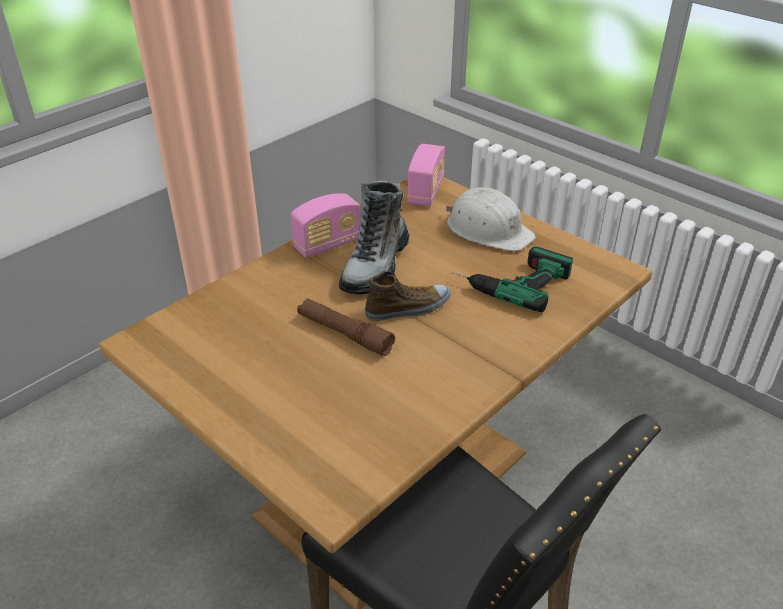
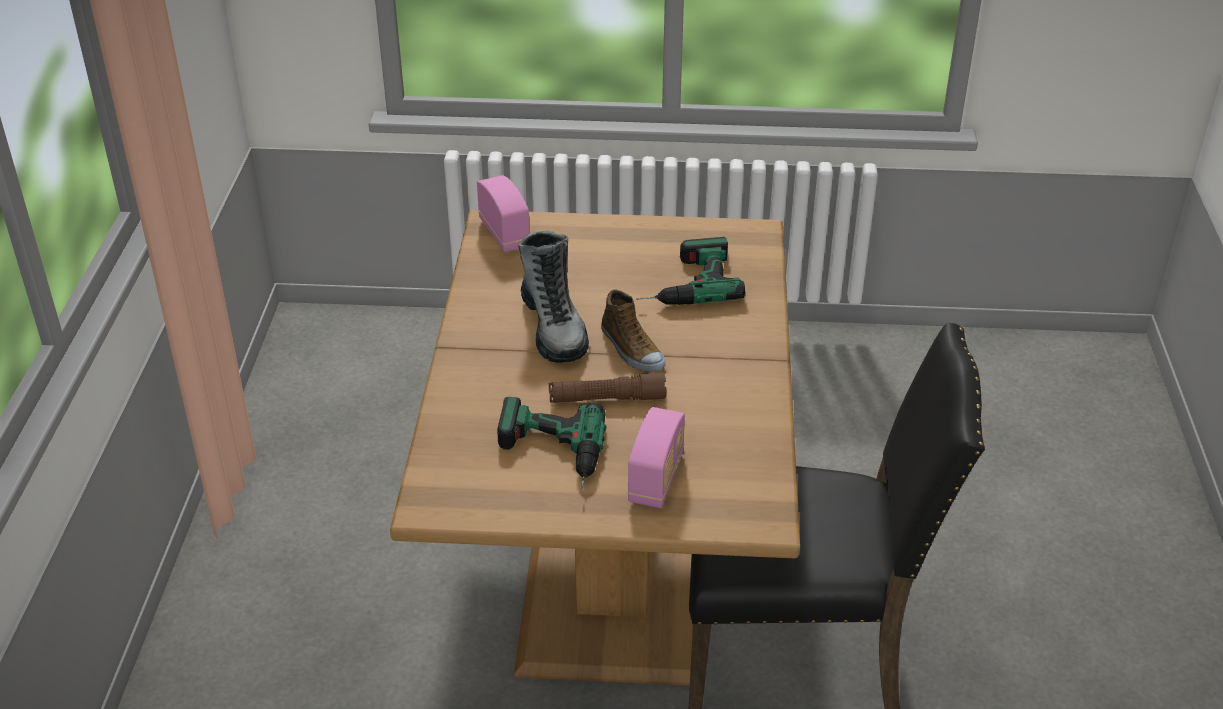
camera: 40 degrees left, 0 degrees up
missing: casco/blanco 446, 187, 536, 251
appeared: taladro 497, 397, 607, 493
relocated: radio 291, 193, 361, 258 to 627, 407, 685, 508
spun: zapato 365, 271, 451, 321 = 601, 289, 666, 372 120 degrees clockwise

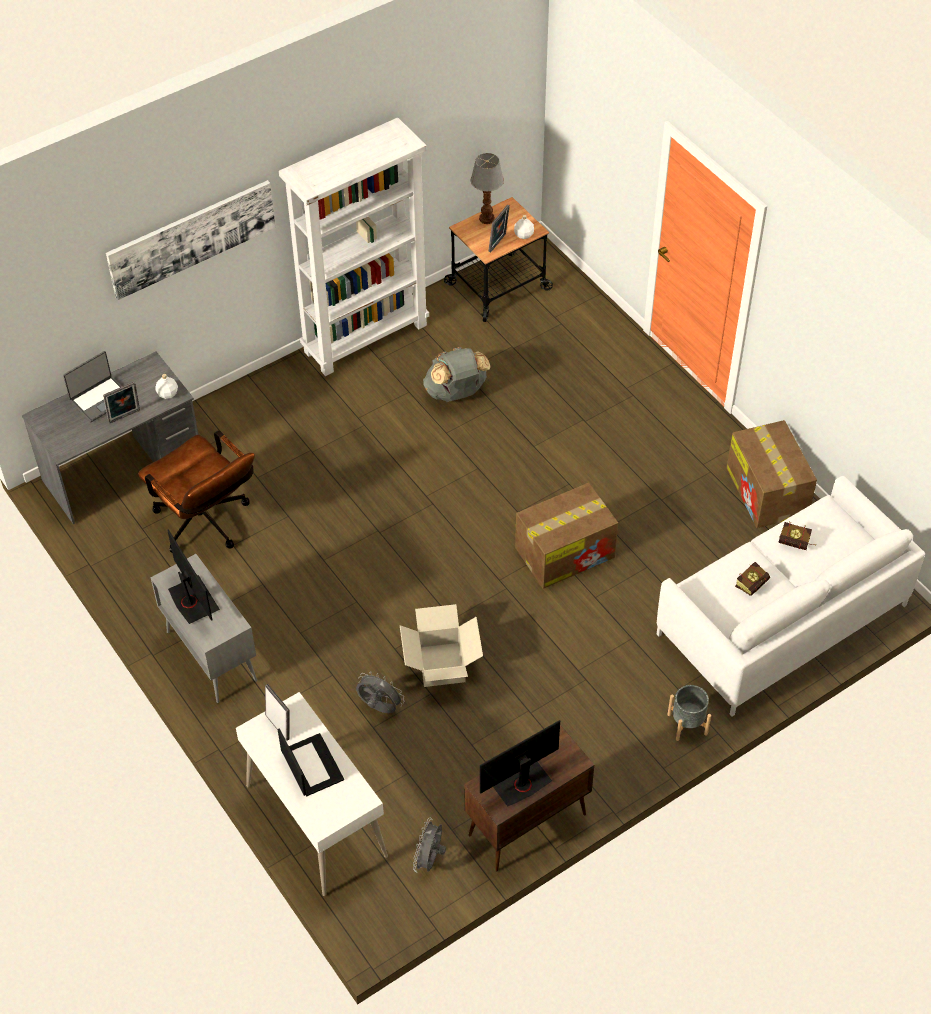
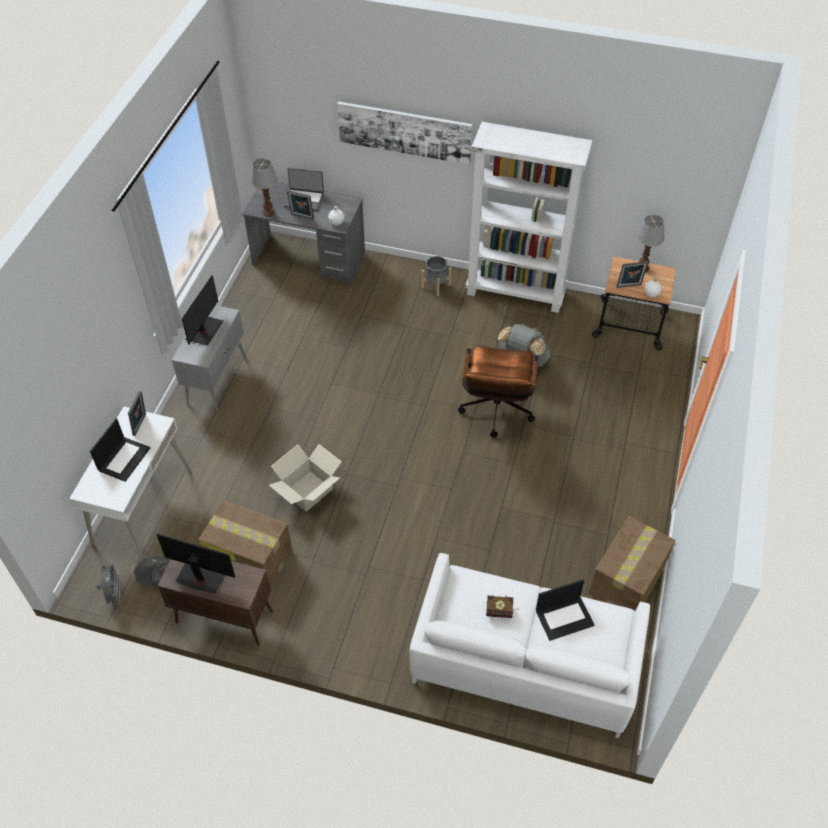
camera: 50 degrees right, 0 degrees up
appeared: lámpara de mesa 251, 158, 278, 217
relocated: silla de oficina/marrón 138, 430, 255, 553 to 458, 346, 538, 438; ventilador/gris 356, 671, 404, 713 to 97, 562, 122, 605; caja de cartón 515, 483, 618, 589 to 198, 500, 292, 588; maceta/gris 667, 685, 711, 741 to 422, 256, 451, 296
exchanged: libro 779, 521, 815, 550 to portátil 536, 579, 595, 641

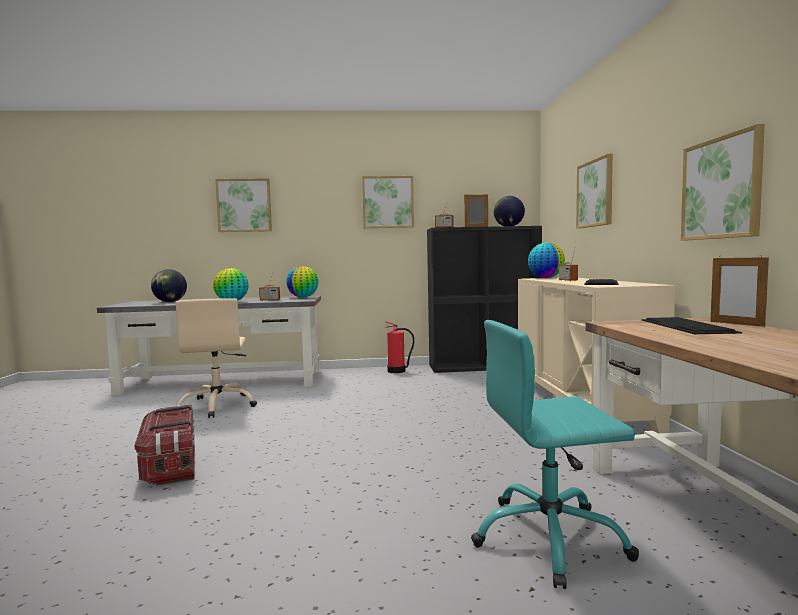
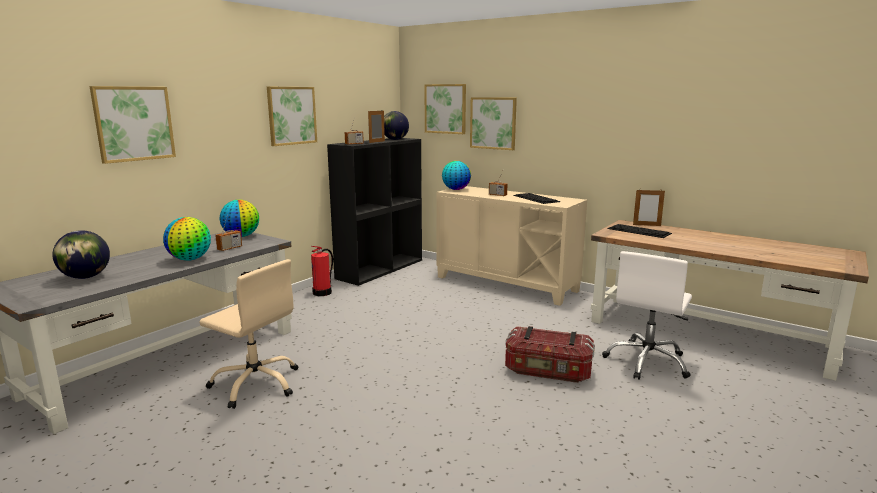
camera: 50 degrees left, 10 degrees up
relocated: caja de almacenaje 135, 405, 195, 486 to 505, 326, 595, 383; cuadro 681, 124, 765, 241 to 424, 84, 466, 134
colour: silla de oficina/turquesa 471, 320, 639, 589 to silla de oficina/blanco 602, 251, 692, 380

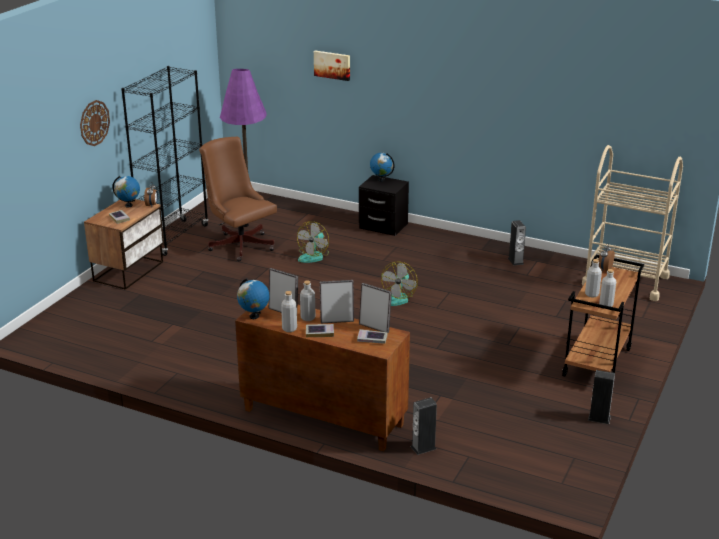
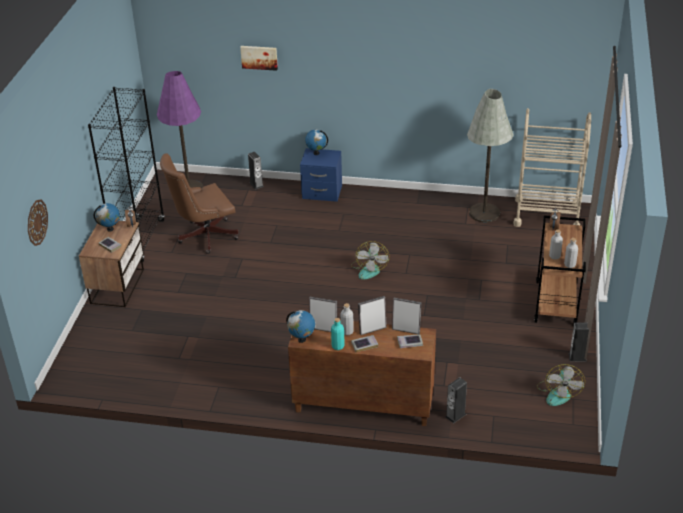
camera: 15 degrees left, 10 degrees up
appeared: lámpara de pie/gris 467, 89, 514, 222
relocated: reloj de pared 80, 100, 110, 146 to 28, 199, 48, 246; ventilador 297, 221, 329, 263 to 537, 364, 585, 406; altavoz 508, 220, 526, 266 to 248, 152, 264, 190
colour: botella/gris 281, 291, 297, 332 to botella/turquesa 331, 318, 345, 350; mesita de noche/negro 359, 175, 409, 236 to mesita de noche/azul 300, 148, 342, 202
spun: silla de oficina/marrón 199, 137, 277, 261 = 160, 153, 239, 254 60 degrees counterclockwise

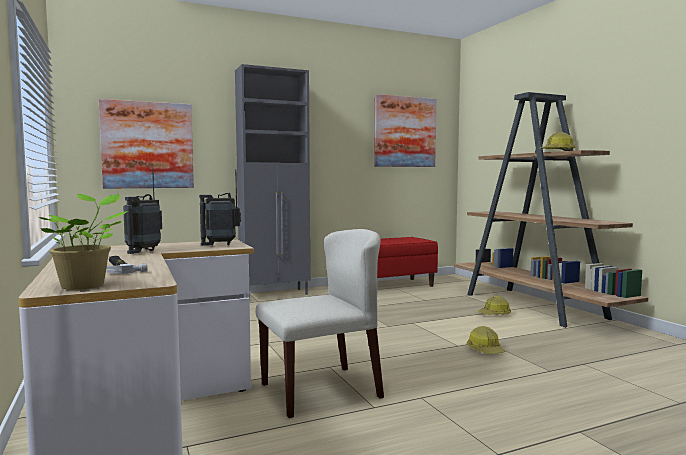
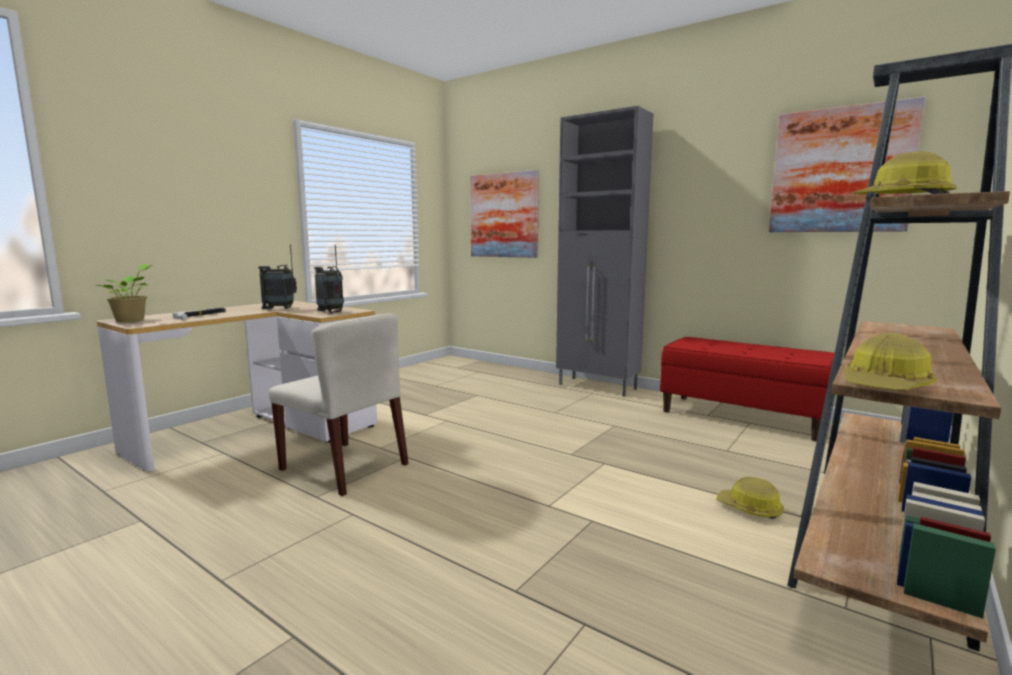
camera: 60 degrees right, 5 degrees up
relocated: casco 467, 326, 504, 354 to 844, 333, 937, 390

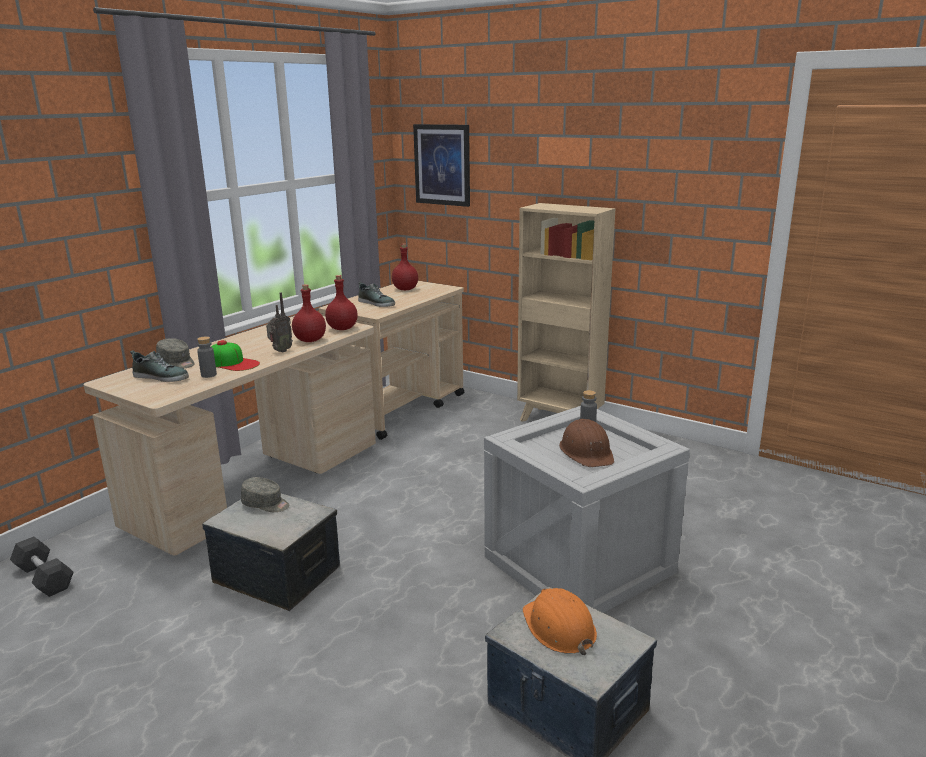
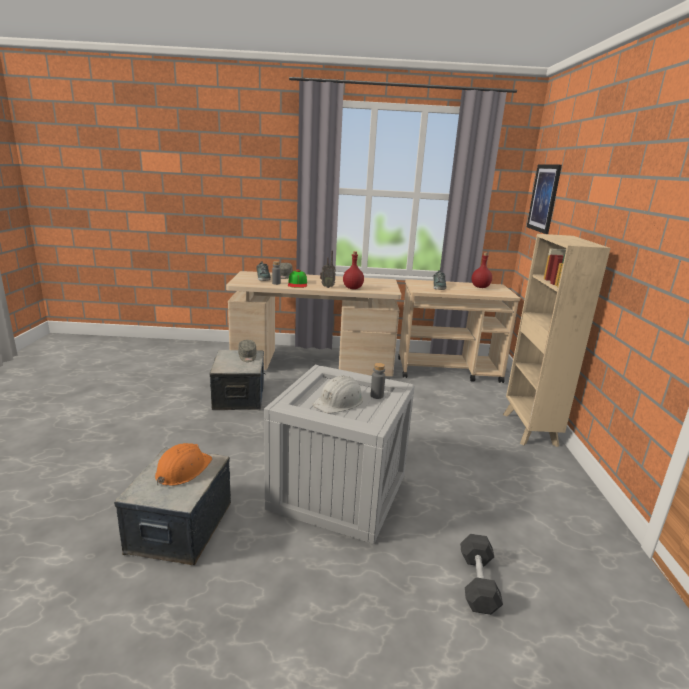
camera: 55 degrees right, 0 degrees up
missing: botella/rojo 325, 275, 358, 330
relocated: mancuerna/gris 10, 536, 74, 597 to 460, 534, 503, 615
colour: casco/marrón 559, 419, 614, 467 to casco/blanco 312, 375, 363, 414

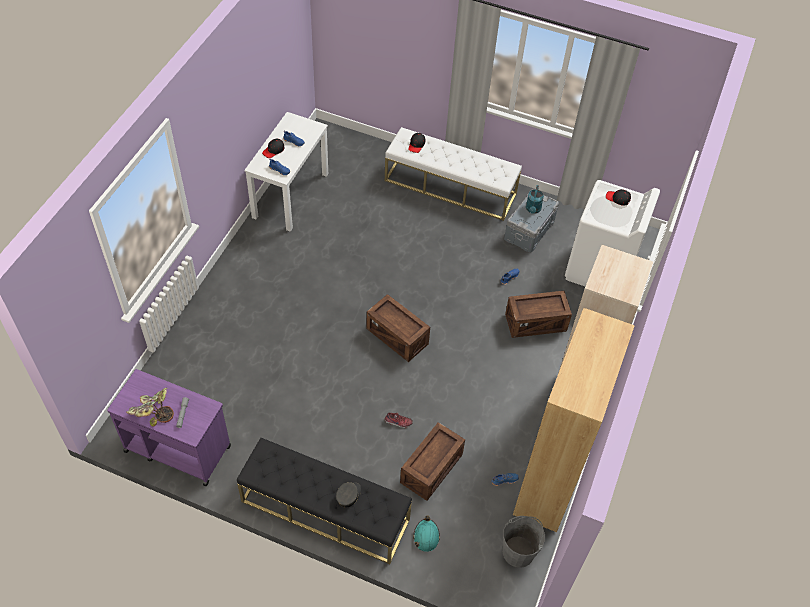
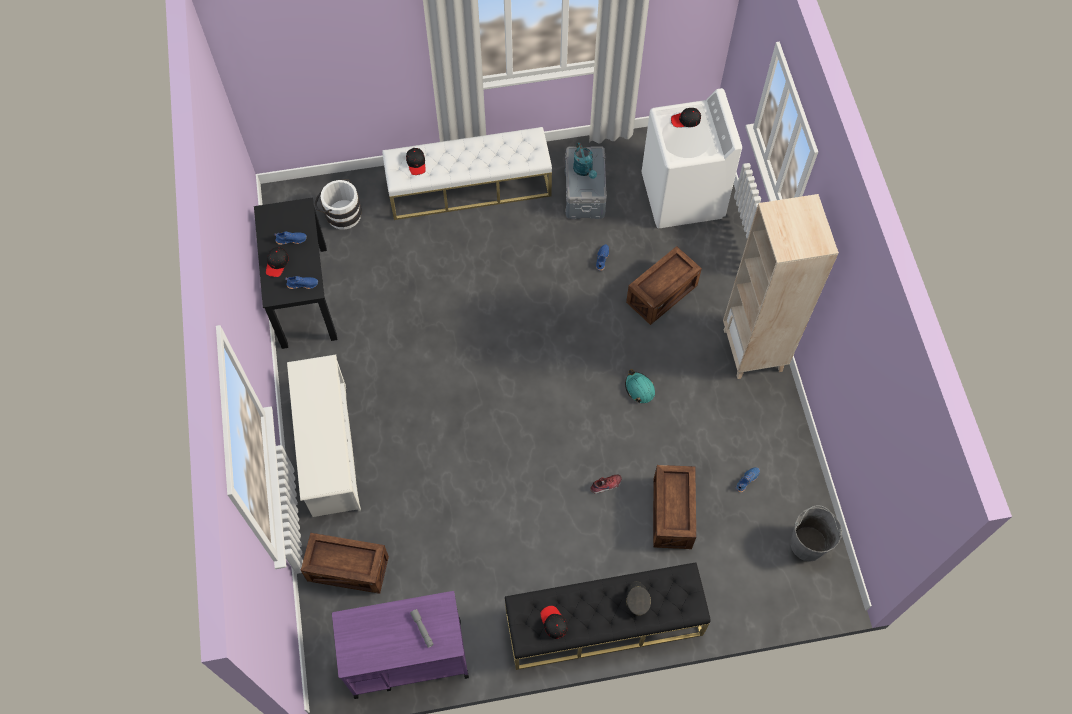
camera: 30 degrees left, 10 degrees up
missing: planta en maceta 126, 388, 174, 427; estantería/marrón 513, 308, 635, 532
appeared: zapatero/blanco 287, 355, 361, 517; cubo/blanco 314, 179, 362, 230; gorra/negro 540, 606, 568, 639
relocated: caja de embalaje 367, 294, 430, 362 to 300, 533, 389, 594; casco/turquesa 413, 515, 440, 552 to 625, 369, 655, 403
colour: escritorio/blanco 244, 112, 328, 232 to escritorio/negro 254, 198, 337, 349

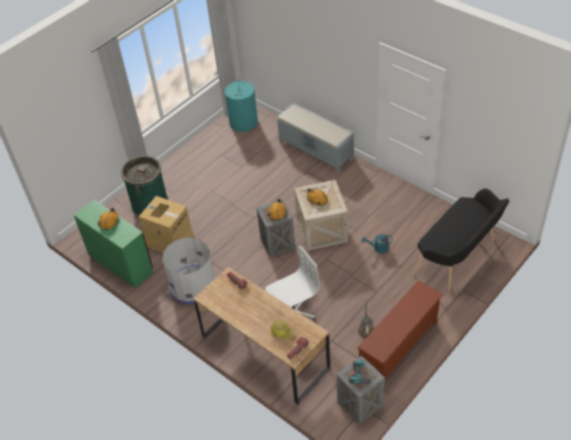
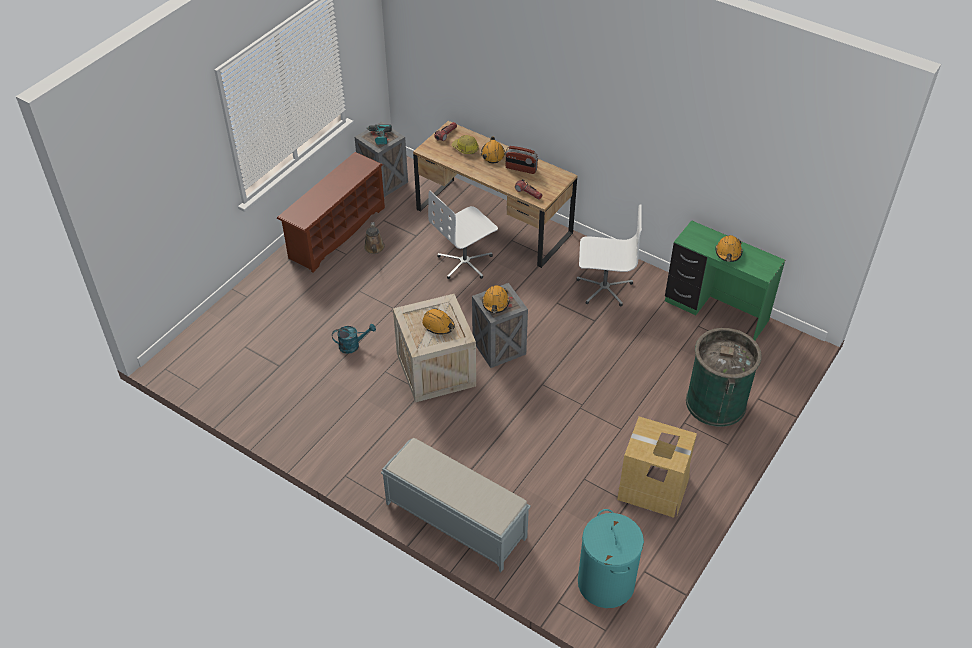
camera: 170 degrees right, 0 degrees up
missing: banco/negro 413, 188, 509, 292
appeared: casco/naranja 481, 136, 505, 163; radio 505, 146, 538, 174
relocated: caja de cartón 139, 196, 194, 253 to 617, 416, 697, 518
exchanged: papelera/gris 162, 238, 216, 304 to silla de oficina/blanco 576, 204, 642, 307

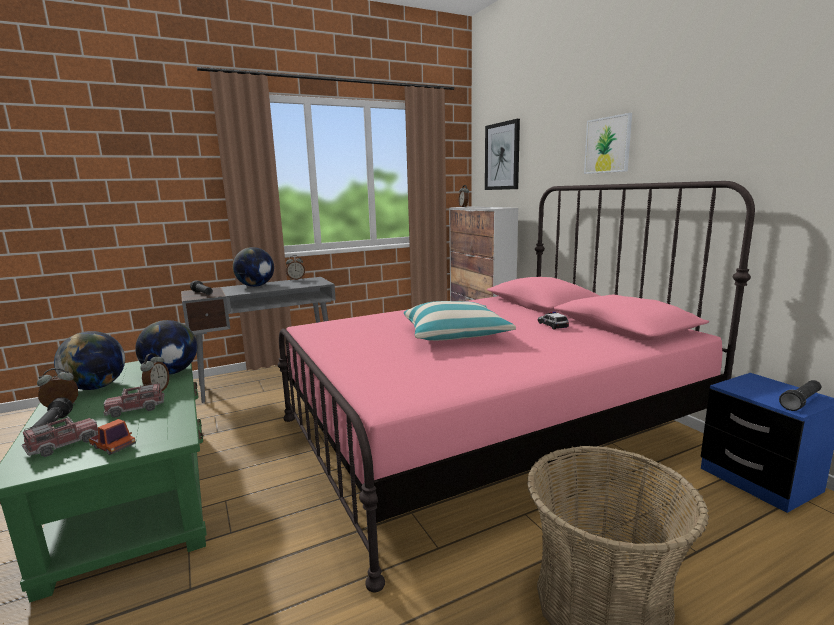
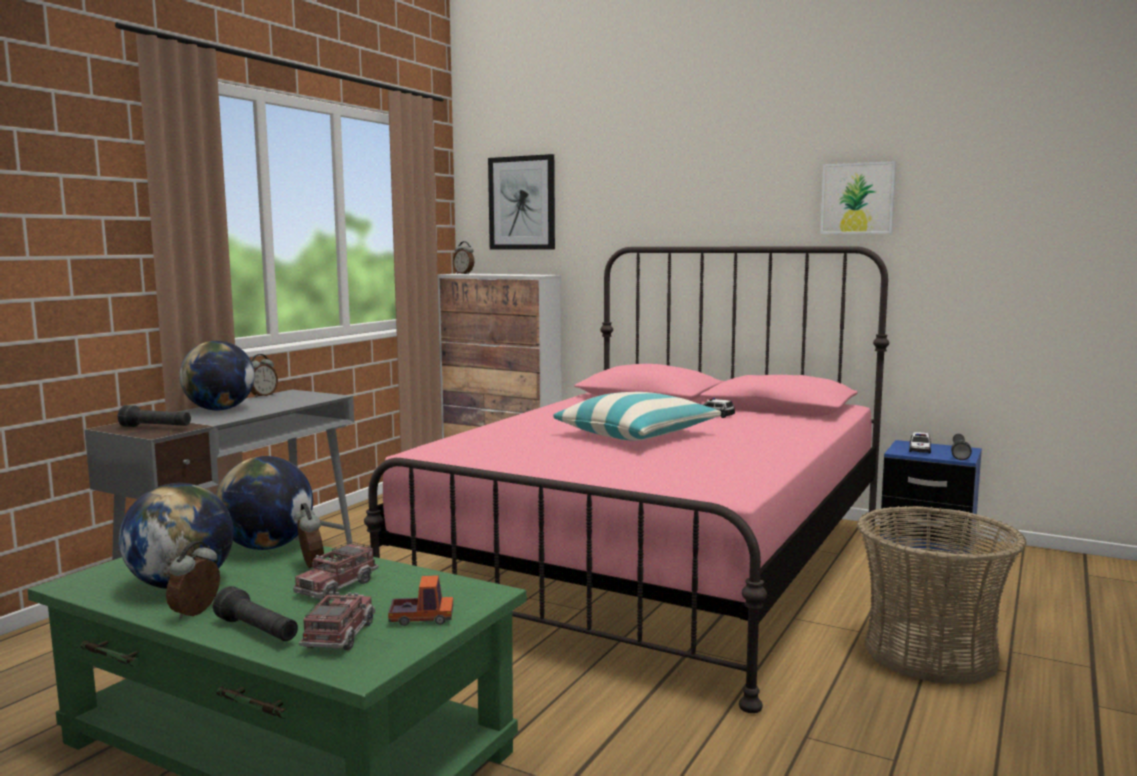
camera: 35 degrees left, 5 degrees down
appeared: coche de juguete 909, 432, 931, 454
relocated: cuadro 584, 113, 632, 174 to 820, 161, 896, 234

